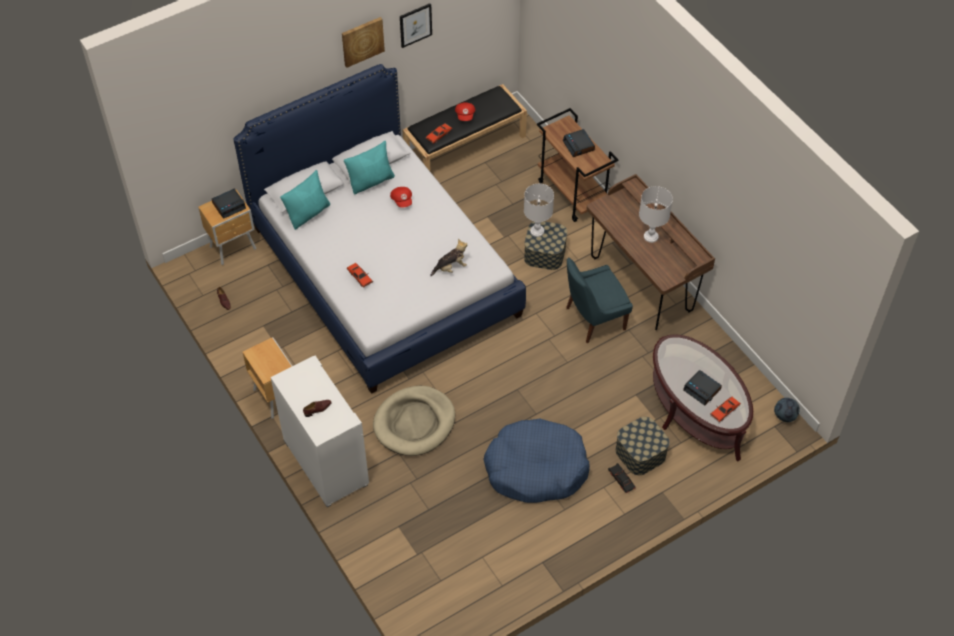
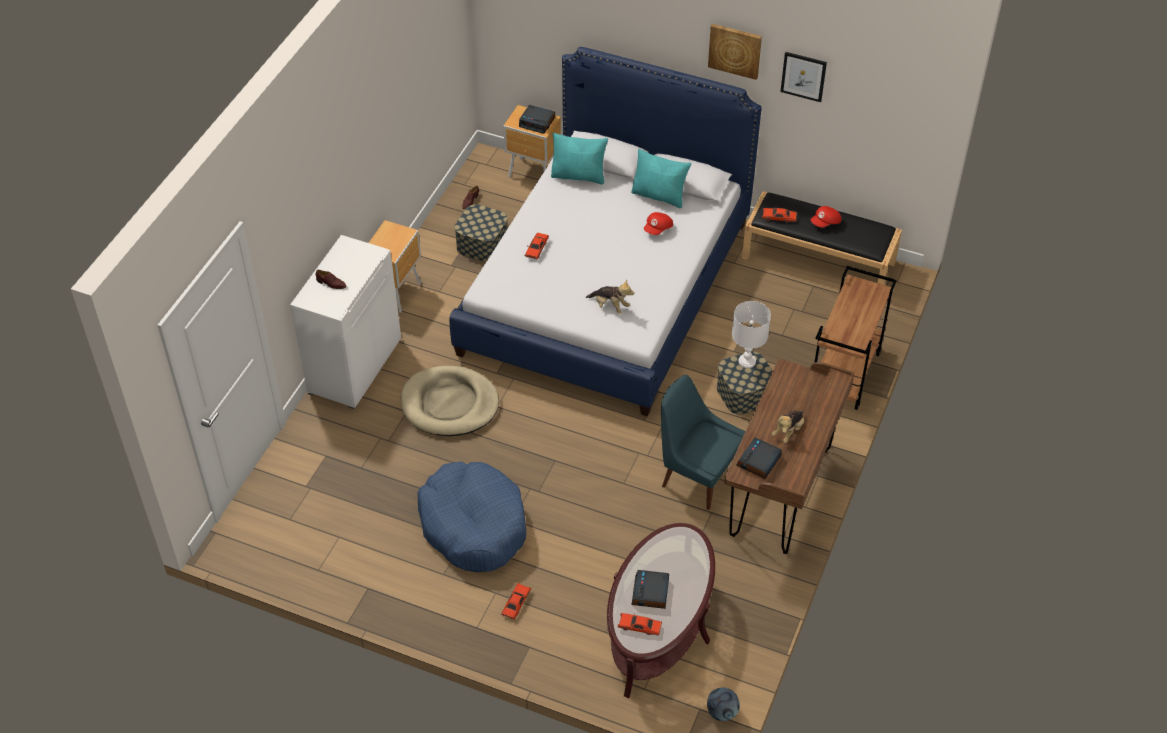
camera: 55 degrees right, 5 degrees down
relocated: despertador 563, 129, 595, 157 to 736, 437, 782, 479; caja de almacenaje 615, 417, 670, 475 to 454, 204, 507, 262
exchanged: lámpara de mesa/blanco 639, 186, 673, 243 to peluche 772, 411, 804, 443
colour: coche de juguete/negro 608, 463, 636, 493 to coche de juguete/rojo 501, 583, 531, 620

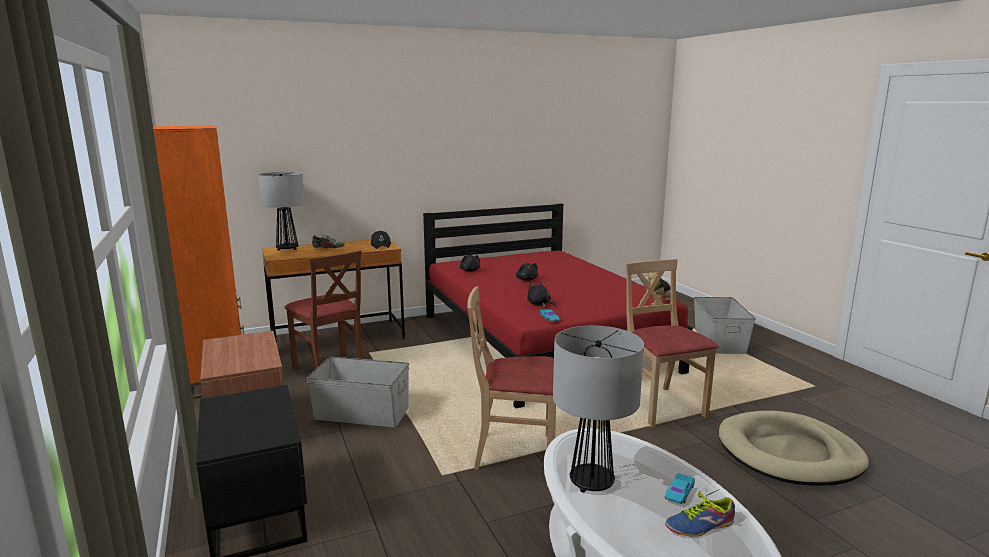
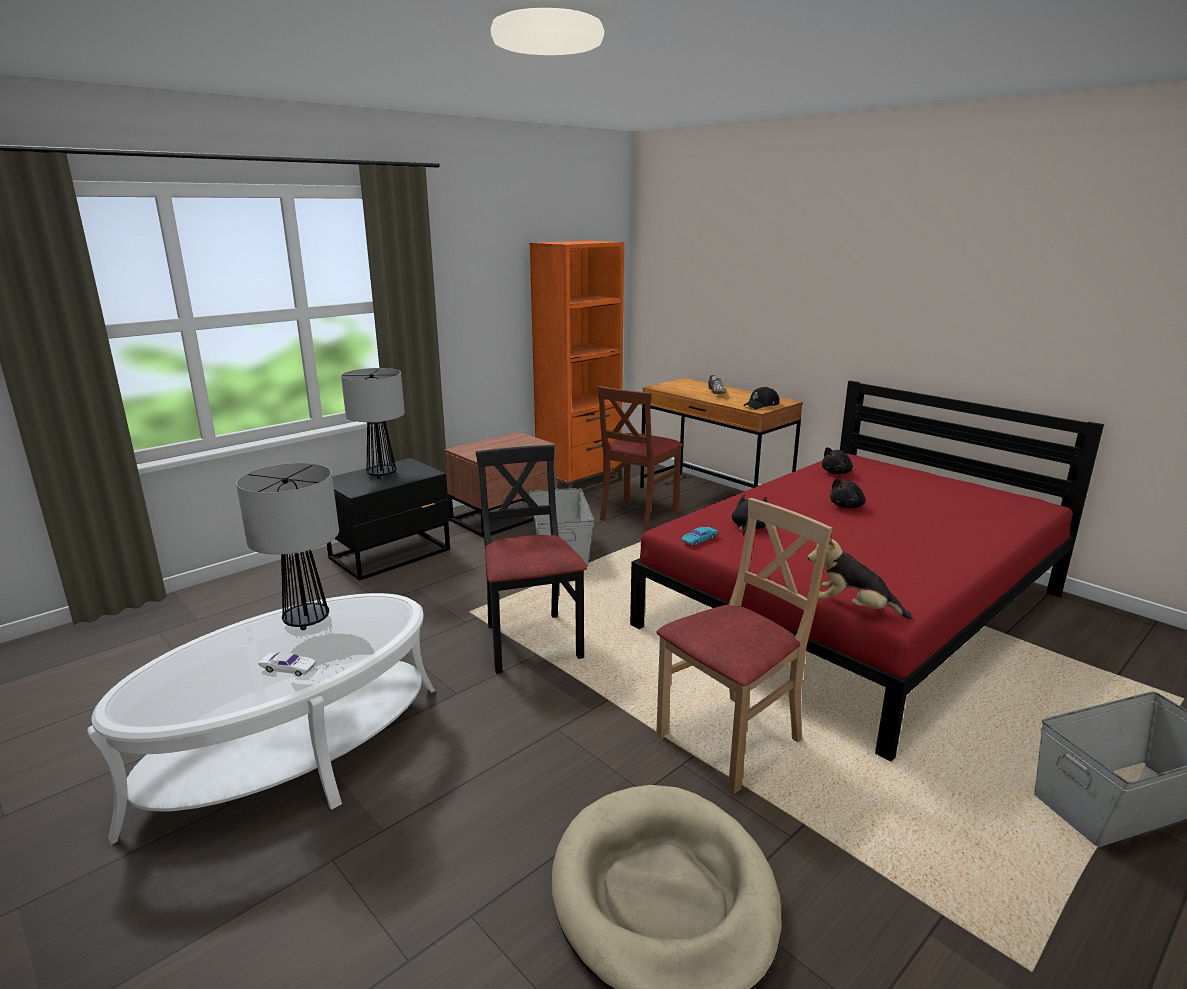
camera: 70 degrees right, 5 degrees up
missing: zapato 665, 490, 735, 537
relocated: lámpara de mesa 258, 172, 305, 251 to 341, 368, 405, 479
colour: silla/beis 467, 286, 556, 469 to silla/negro 476, 445, 587, 674; coche de juguete/turquesa 665, 474, 695, 504 to coche de juguete/blanco 258, 652, 316, 676

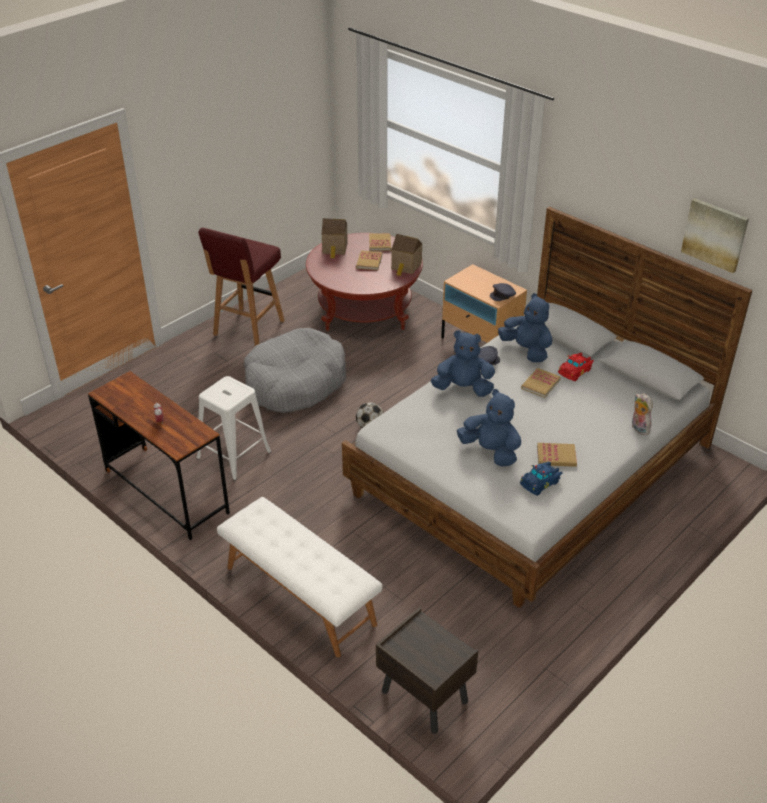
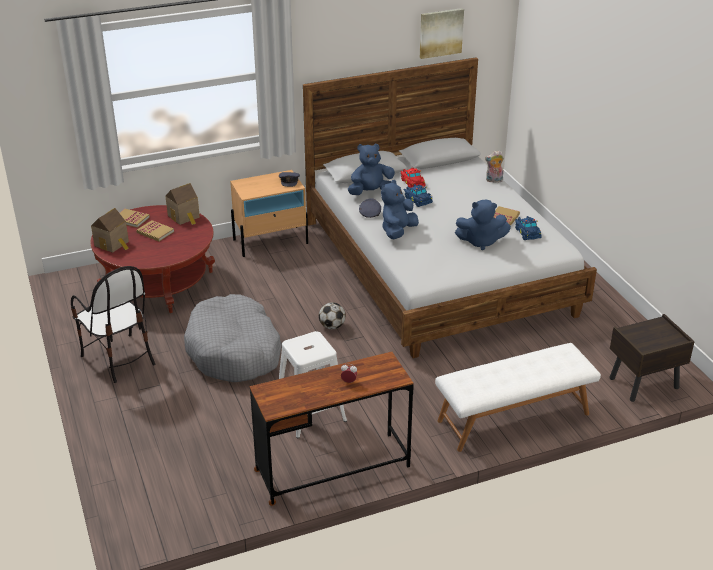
camera: 65 degrees left, 5 degrees down
exchanged: taburete/rojo 198, 228, 285, 346 to silla 71, 266, 155, 383; libro 521, 368, 561, 398 to coche de juguete/azul 404, 184, 433, 207
spun: peluche/azul 457, 389, 521, 466 = 455, 199, 511, 250 150 degrees counterclockwise

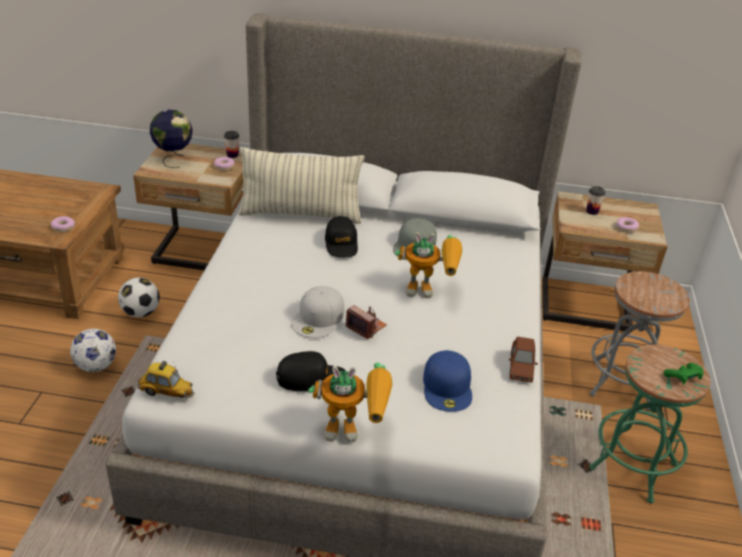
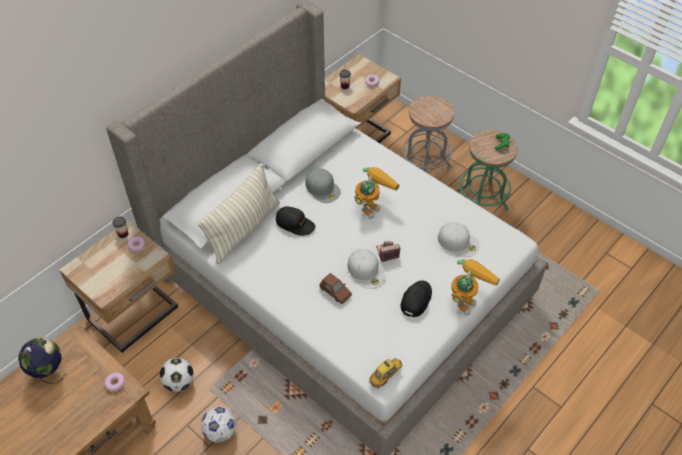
camera: 55 degrees left, 15 degrees up
relocated: globo terráqueo 150, 109, 192, 168 to 18, 338, 66, 384; coche de juguete/marrón 509, 337, 538, 383 to 319, 273, 352, 304
colour: gorra/azul 423, 350, 472, 412 to gorra/blanco 438, 222, 480, 257

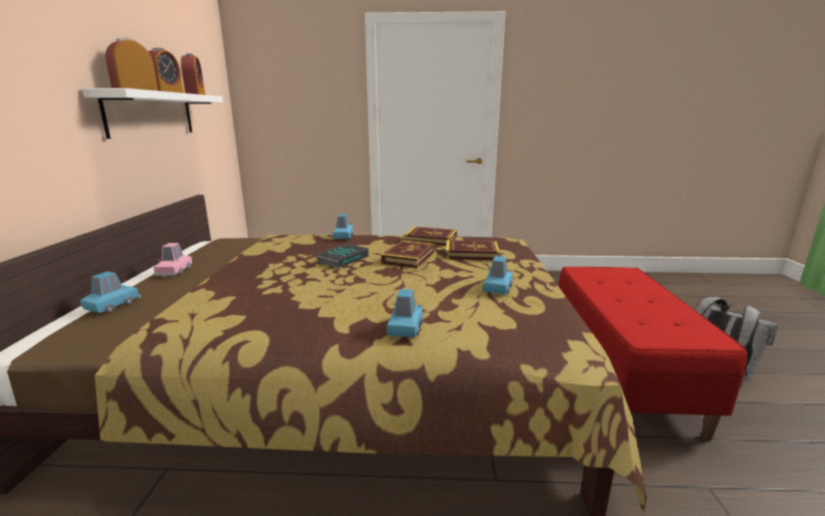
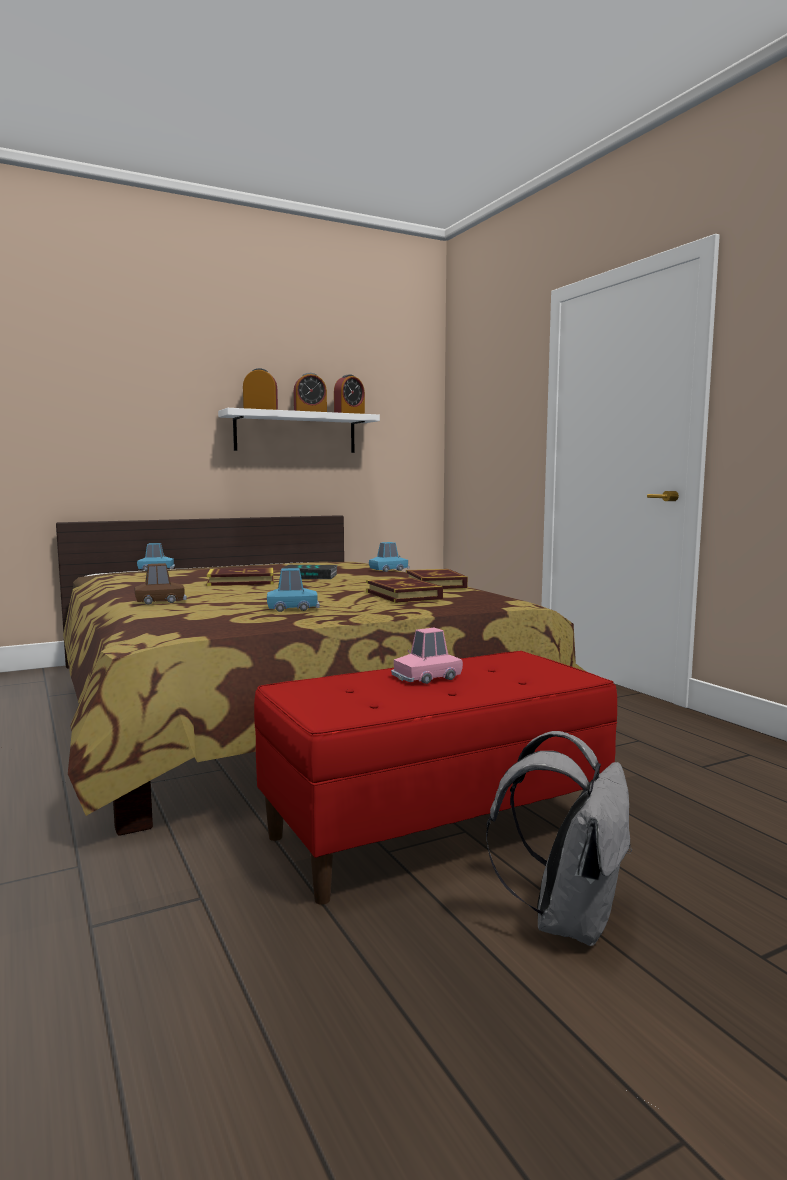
camera: 60 degrees right, 10 degrees down
relocated: coche de juguete/rosa 153, 243, 192, 277 to 391, 628, 463, 684; libro 381, 240, 435, 268 to 206, 568, 274, 586
colour: coche de juguete/azul 387, 289, 424, 338 to coche de juguete/marrón 135, 563, 187, 605

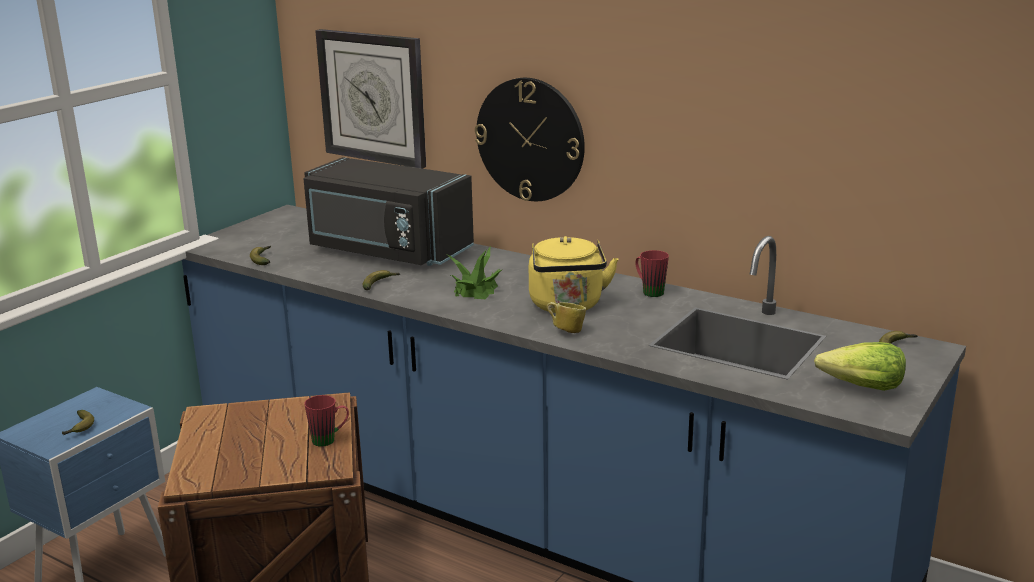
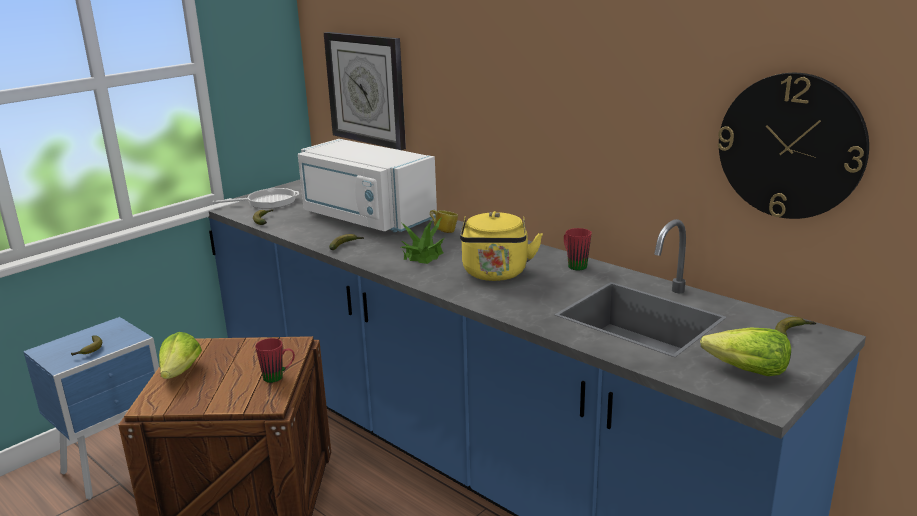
camera: 10 degrees right, 0 degrees up
appeared: lechuga 159, 332, 202, 379; sartén 213, 188, 299, 209
relocated: reloj de pared 475, 78, 585, 201 to 718, 73, 869, 219; taza grande 547, 302, 586, 333 to 430, 210, 458, 233
colour: microondas/negro 303, 157, 474, 266 to microondas/blanco 298, 139, 437, 232

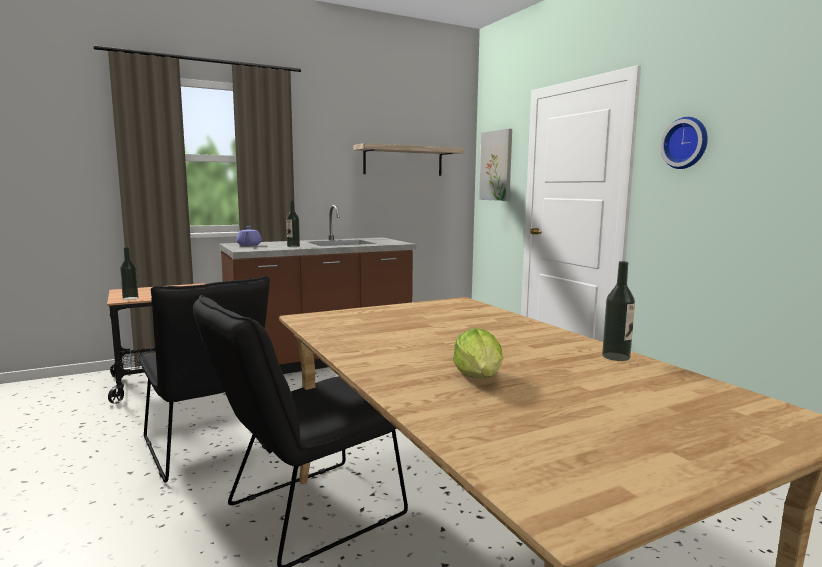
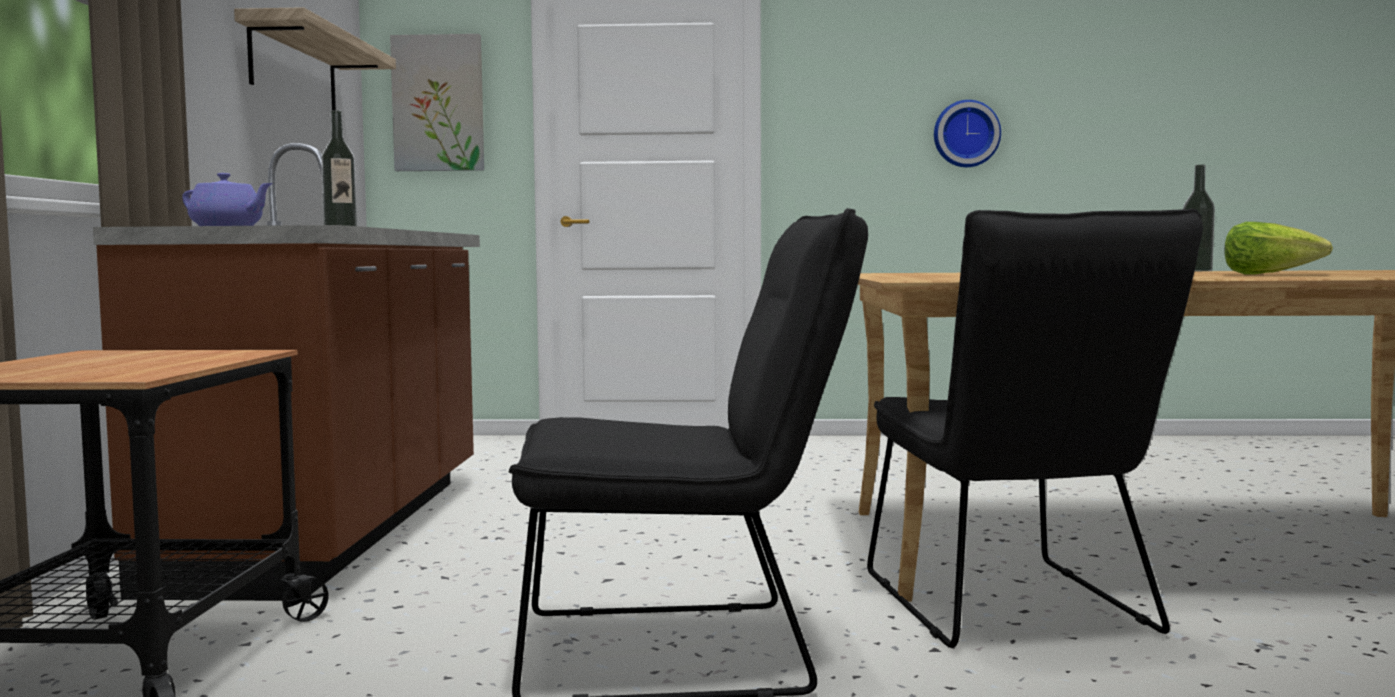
camera: 60 degrees left, 5 degrees down
missing: botella 120, 247, 138, 300
relocated: reloj de pared 660, 117, 708, 169 to 934, 100, 1001, 167

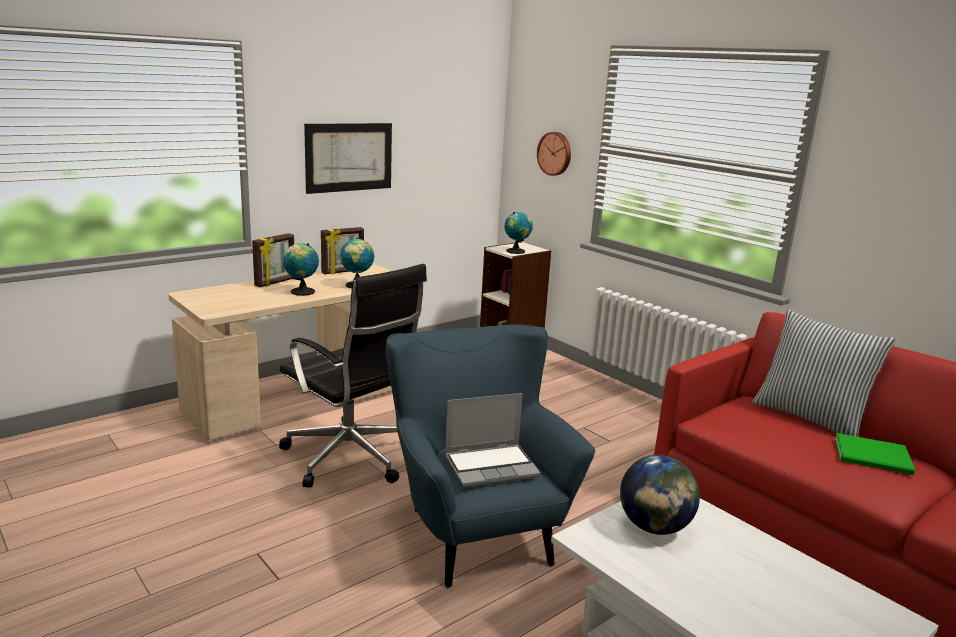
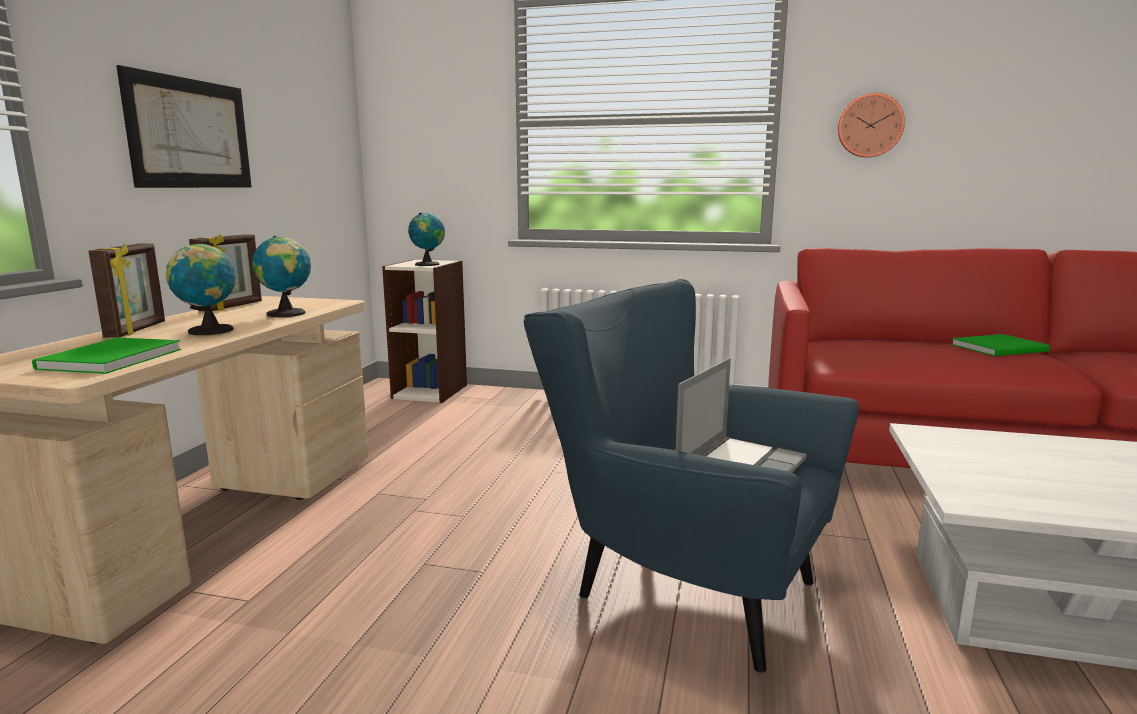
camera: 35 degrees left, 5 degrees down
missing: silla de oficina/negro 279, 264, 427, 488; globo terráqueo 620, 454, 700, 535; cojín 752, 309, 897, 437
appeared: libro/verde 32, 337, 181, 374
relocated: reloj de pared 537, 132, 571, 176 to 838, 93, 905, 158

